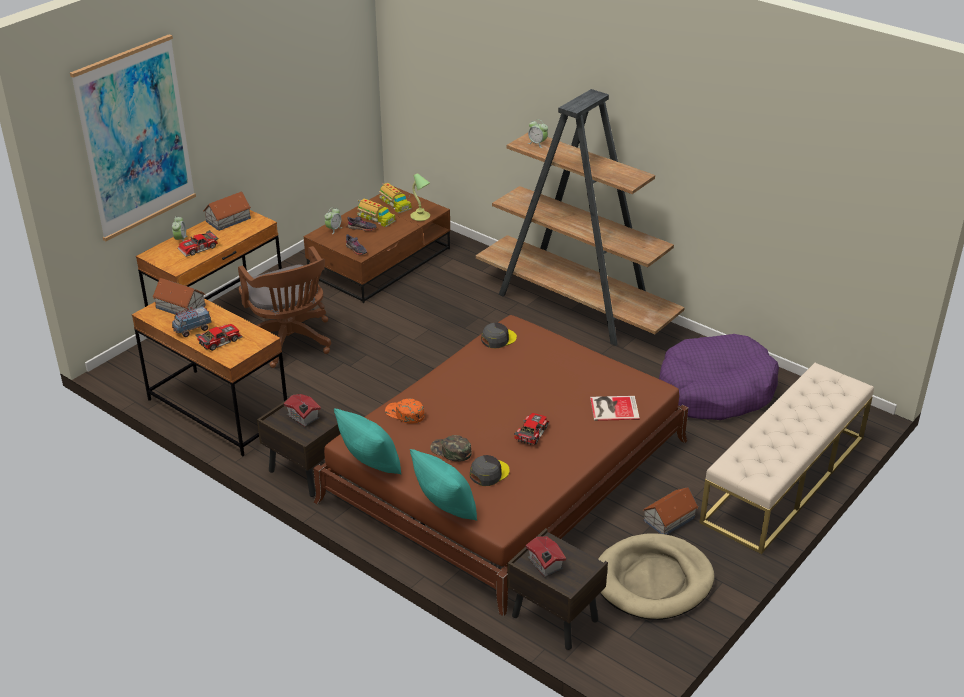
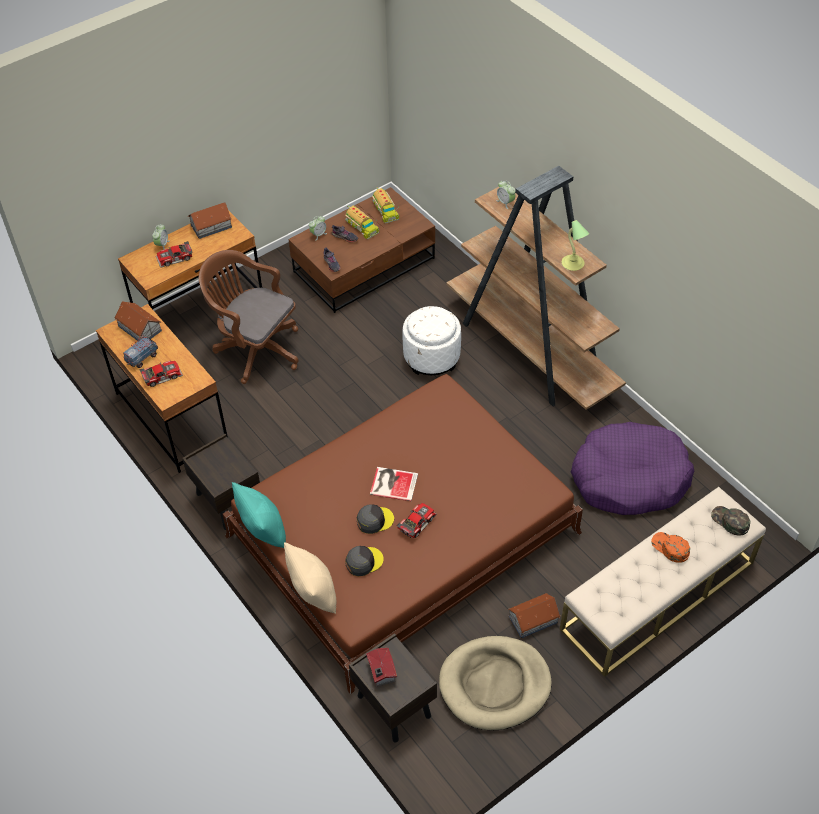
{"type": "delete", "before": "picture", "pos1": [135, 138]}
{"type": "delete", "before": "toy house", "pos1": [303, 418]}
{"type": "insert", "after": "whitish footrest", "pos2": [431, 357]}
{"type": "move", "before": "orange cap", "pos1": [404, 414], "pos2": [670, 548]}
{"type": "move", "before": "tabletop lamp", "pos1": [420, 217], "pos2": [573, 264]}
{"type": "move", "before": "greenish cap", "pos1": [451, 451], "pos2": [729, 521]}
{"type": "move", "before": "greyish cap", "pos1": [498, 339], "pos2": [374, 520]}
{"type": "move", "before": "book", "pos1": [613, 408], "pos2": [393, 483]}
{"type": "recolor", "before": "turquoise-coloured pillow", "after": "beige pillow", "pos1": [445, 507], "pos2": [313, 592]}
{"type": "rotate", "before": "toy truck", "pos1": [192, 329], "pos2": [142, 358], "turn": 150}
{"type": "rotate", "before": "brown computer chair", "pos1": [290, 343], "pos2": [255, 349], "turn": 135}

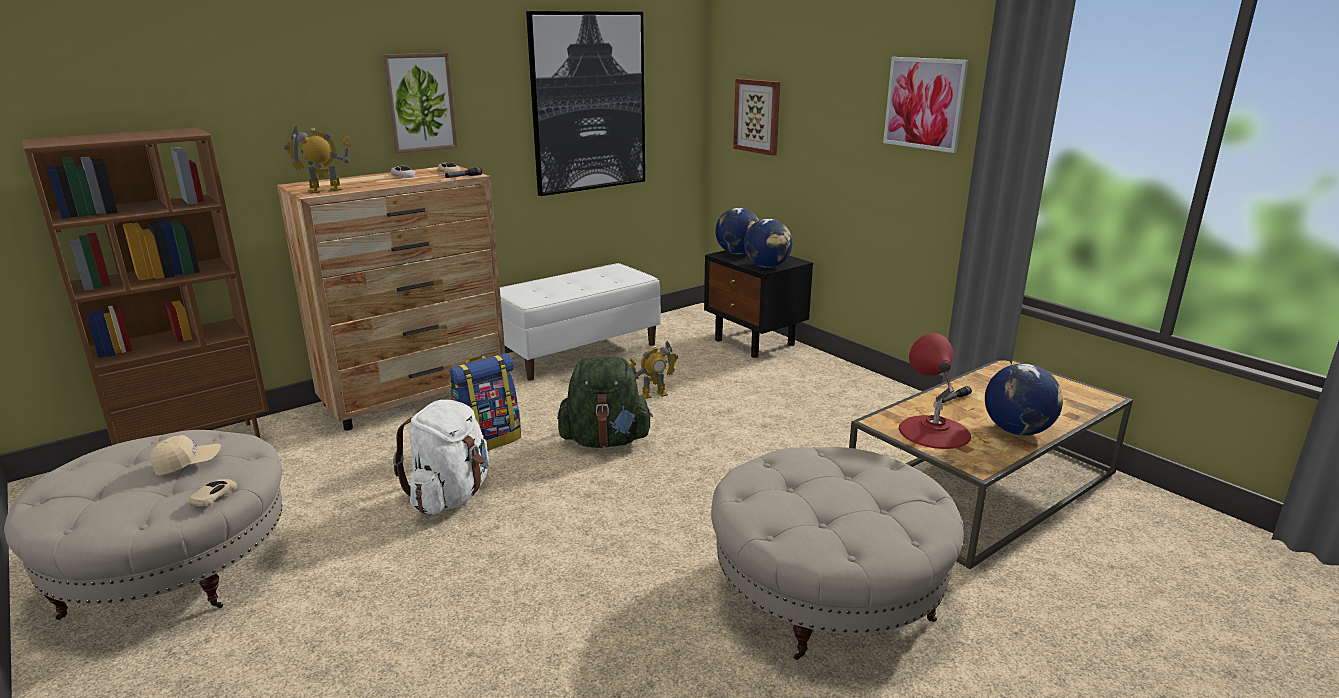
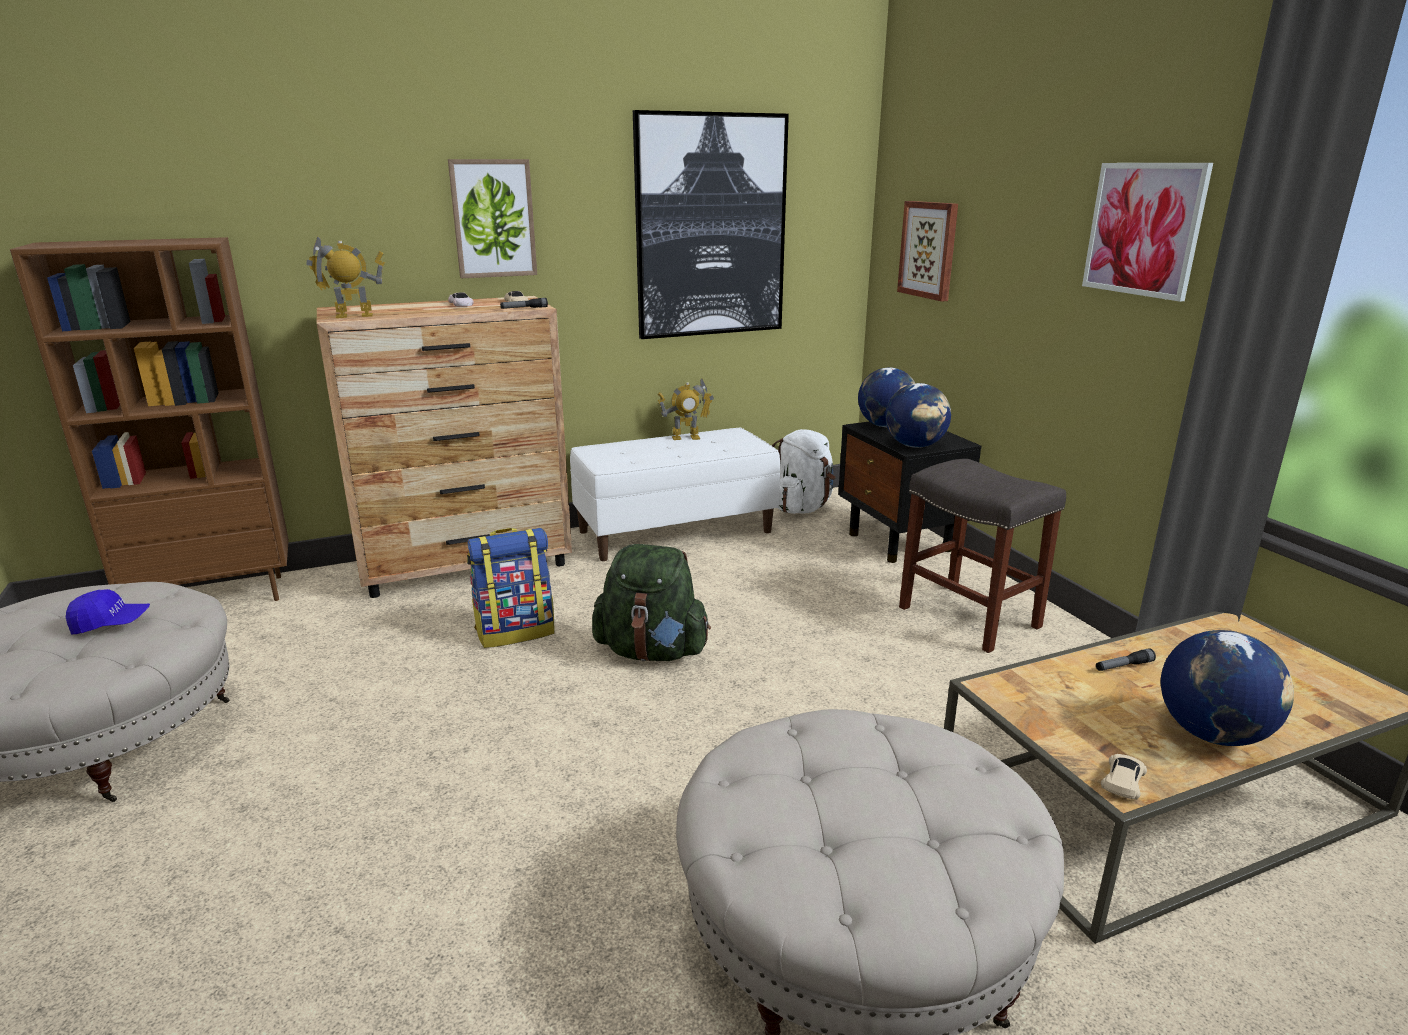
{"type": "delete", "before": "red tabletop lamp", "pos1": [934, 431]}
{"type": "insert", "after": "greyish stool", "pos2": [971, 617]}
{"type": "move", "before": "beige miniature car", "pos1": [215, 496], "pos2": [1123, 780]}
{"type": "move", "before": "whitish backpack", "pos1": [450, 496], "pos2": [801, 508]}
{"type": "move", "before": "toy robot", "pos1": [654, 395], "pos2": [686, 438]}
{"type": "recolor", "before": "beige cap", "after": "bluish cap", "pos1": [188, 464], "pos2": [111, 624]}

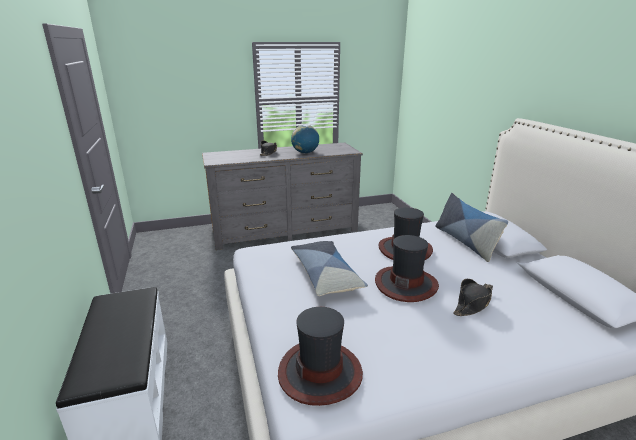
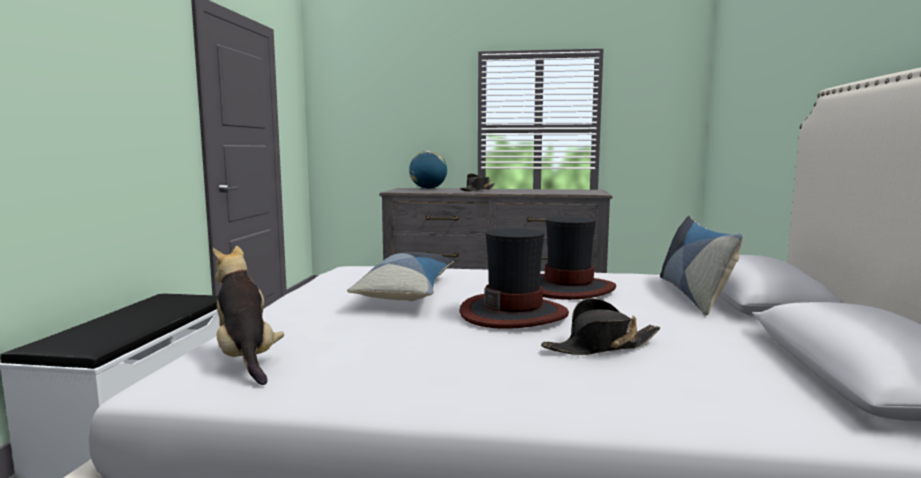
{"type": "move", "before": "desk globe", "pos1": [305, 153], "pos2": [428, 188]}
{"type": "replace", "before": "clothing hat", "after": "cuddly toy", "pos1": [320, 372], "pos2": [246, 358]}

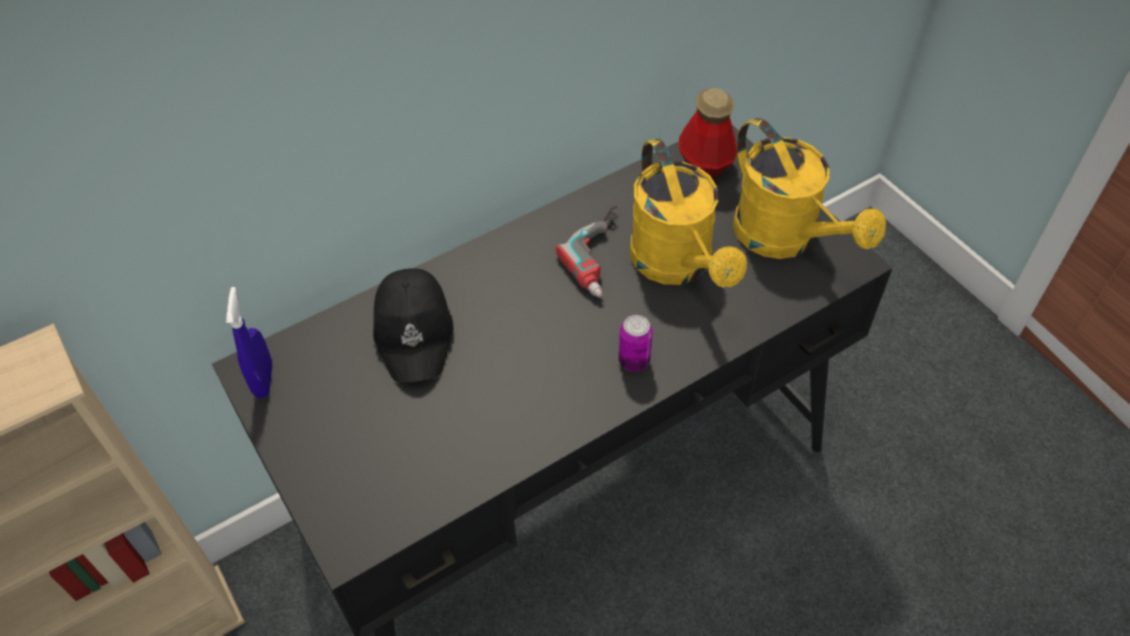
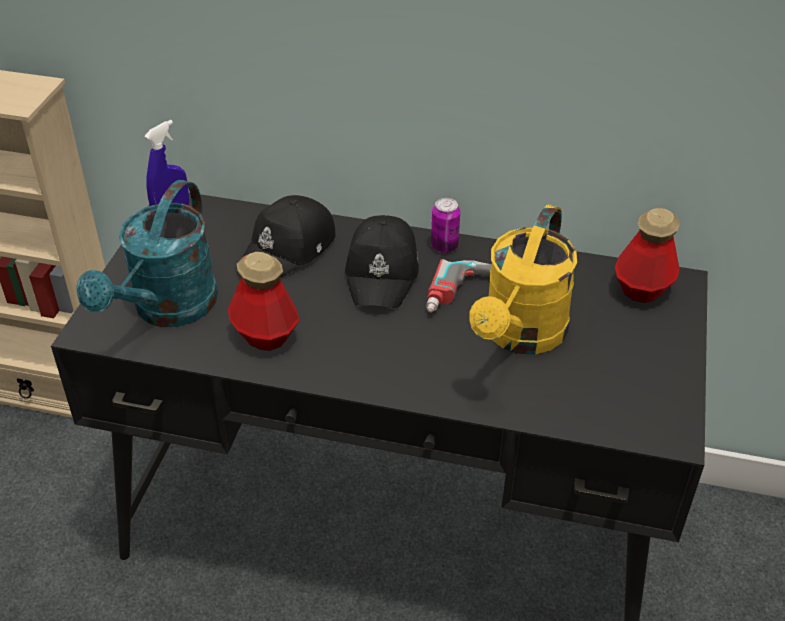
{"type": "delete", "before": "yellow-coloured sprinkling can", "pos1": [786, 239]}
{"type": "insert", "after": "turquoise-coloured sprinkling can", "pos2": [167, 310]}
{"type": "insert", "after": "beverage bottle", "pos2": [265, 335]}
{"type": "insert", "after": "black cap", "pos2": [383, 272]}
{"type": "move", "before": "can", "pos1": [634, 361], "pos2": [444, 246]}

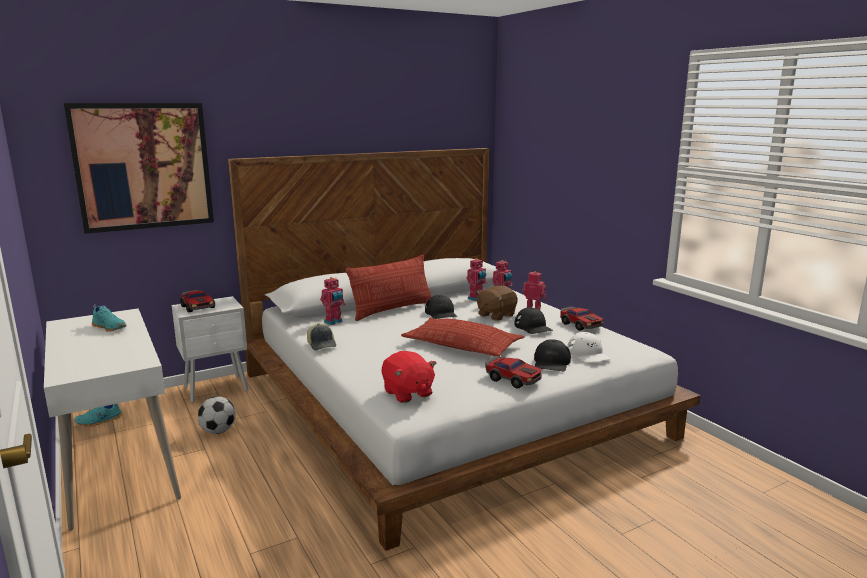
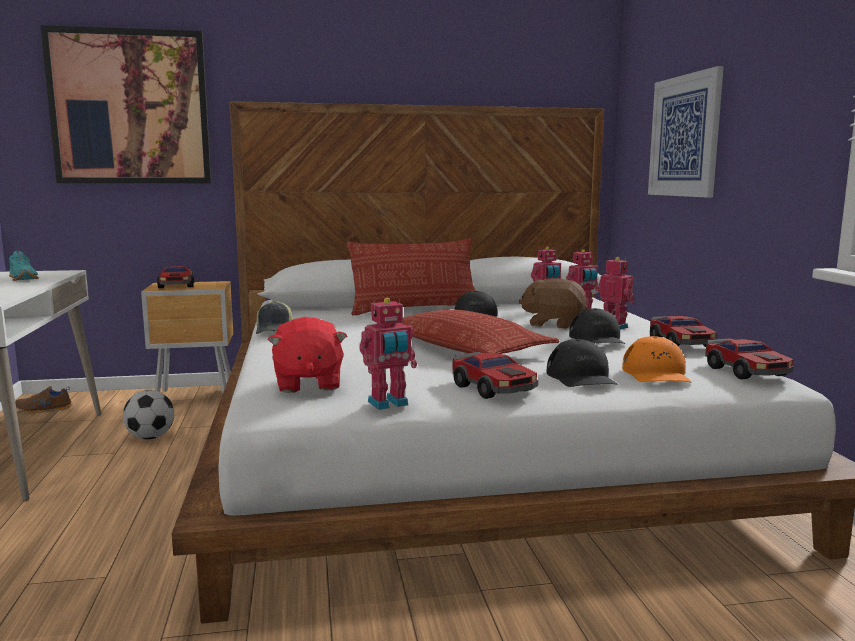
{"type": "insert", "after": "picture", "pos2": [684, 136]}
{"type": "insert", "after": "miniature car", "pos2": [746, 371]}
{"type": "move", "before": "toy robot", "pos1": [334, 322], "pos2": [389, 404]}
{"type": "recolor", "before": "turquoise-coloured item of footwear", "after": "brown item of footwear", "pos1": [99, 421], "pos2": [44, 410]}
{"type": "recolor", "before": "whitish night table", "after": "brown night table", "pos1": [217, 389], "pos2": [197, 396]}
{"type": "recolor", "before": "whitish cap", "after": "orange cap", "pos1": [588, 354], "pos2": [656, 374]}
{"type": "rotate", "before": "brown cuddly toy", "pos1": [495, 315], "pos2": [553, 324], "turn": 45}
{"type": "rotate", "before": "black cap", "pos1": [551, 362], "pos2": [581, 377], "turn": -45}

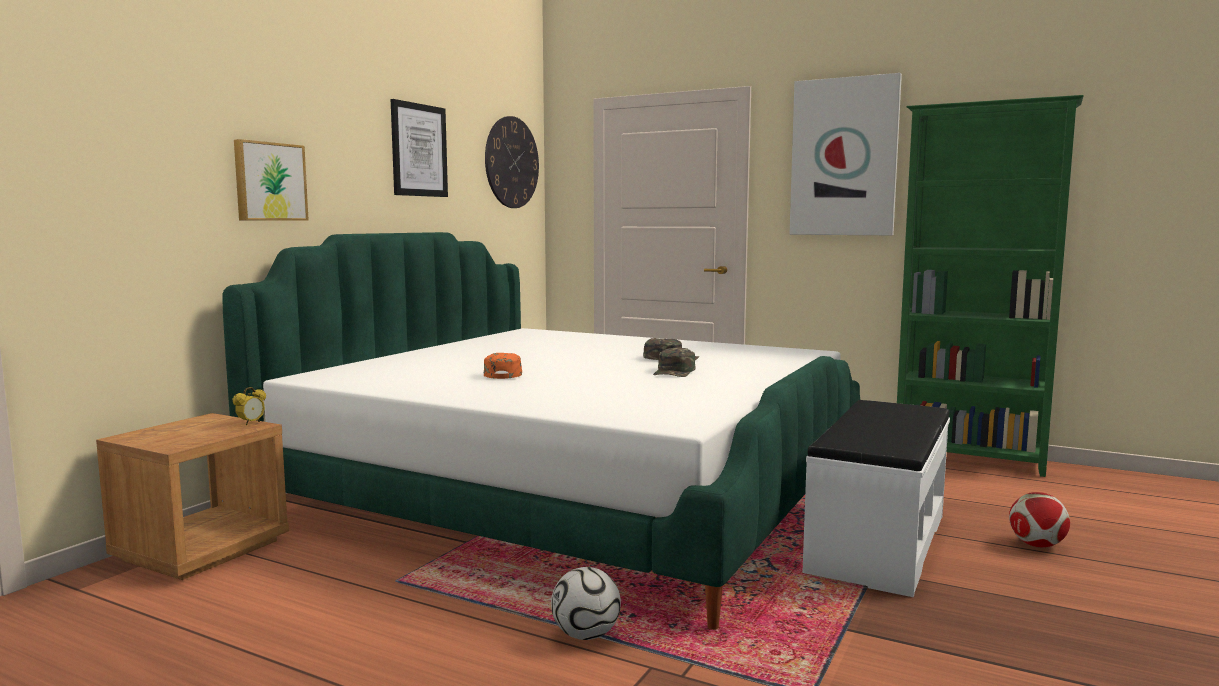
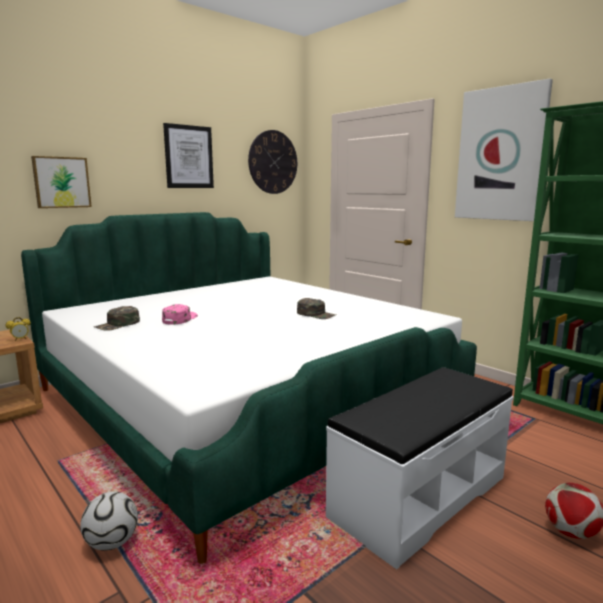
{"type": "move", "before": "greenish cap", "pos1": [675, 372], "pos2": [117, 324]}
{"type": "recolor", "before": "orange cap", "after": "pinkish cap", "pos1": [502, 374], "pos2": [179, 319]}

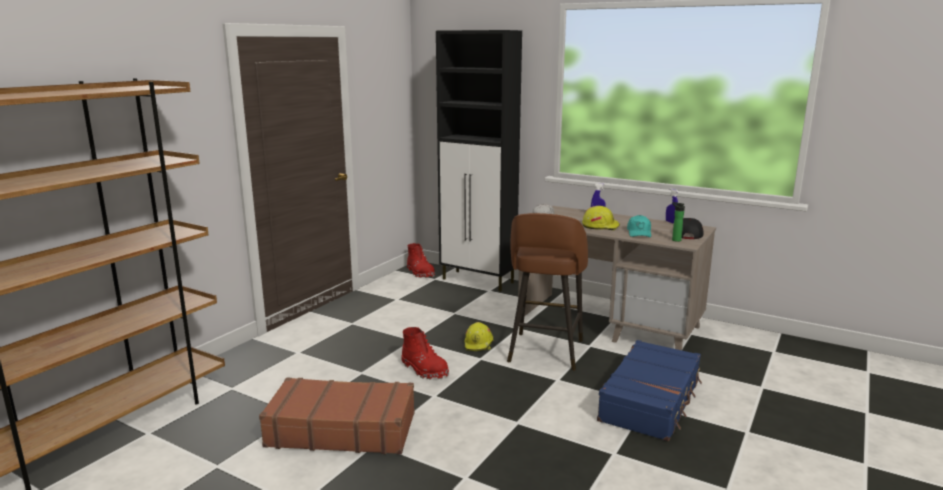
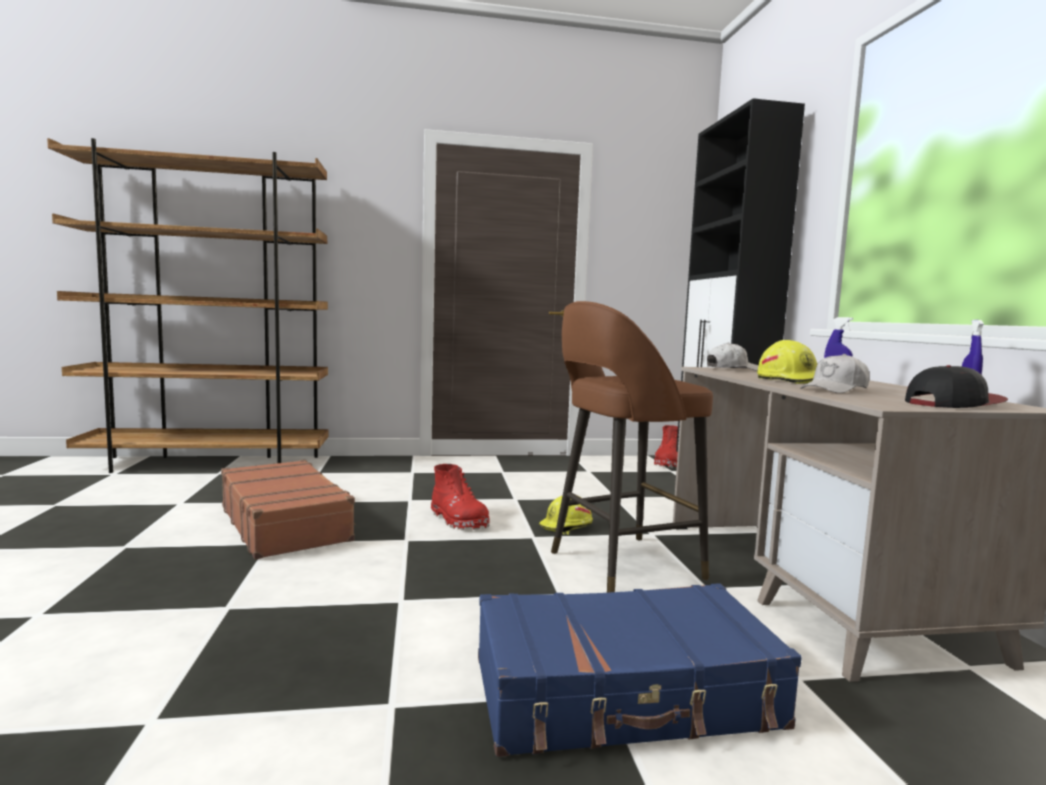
{"type": "delete", "before": "beverage bottle", "pos1": [675, 240]}
{"type": "recolor", "before": "turquoise-coloured cap", "after": "whitish cap", "pos1": [639, 233], "pos2": [835, 390]}
{"type": "rotate", "before": "red boot", "pos1": [424, 369], "pos2": [458, 520], "turn": -45}

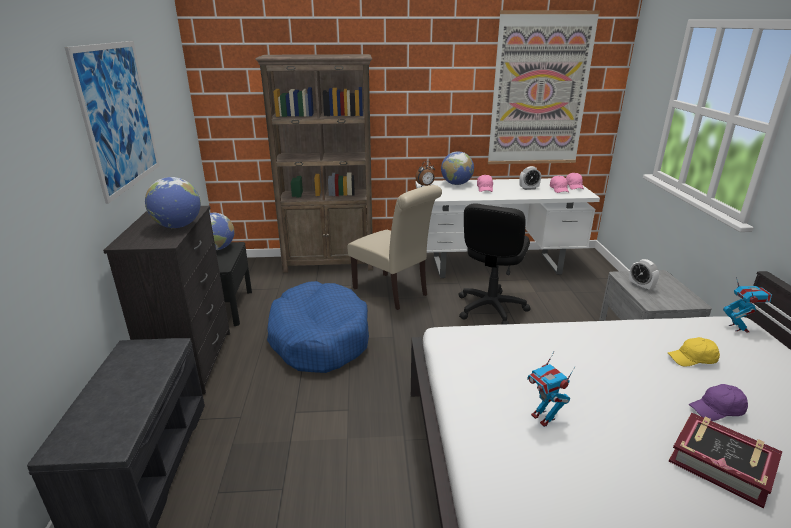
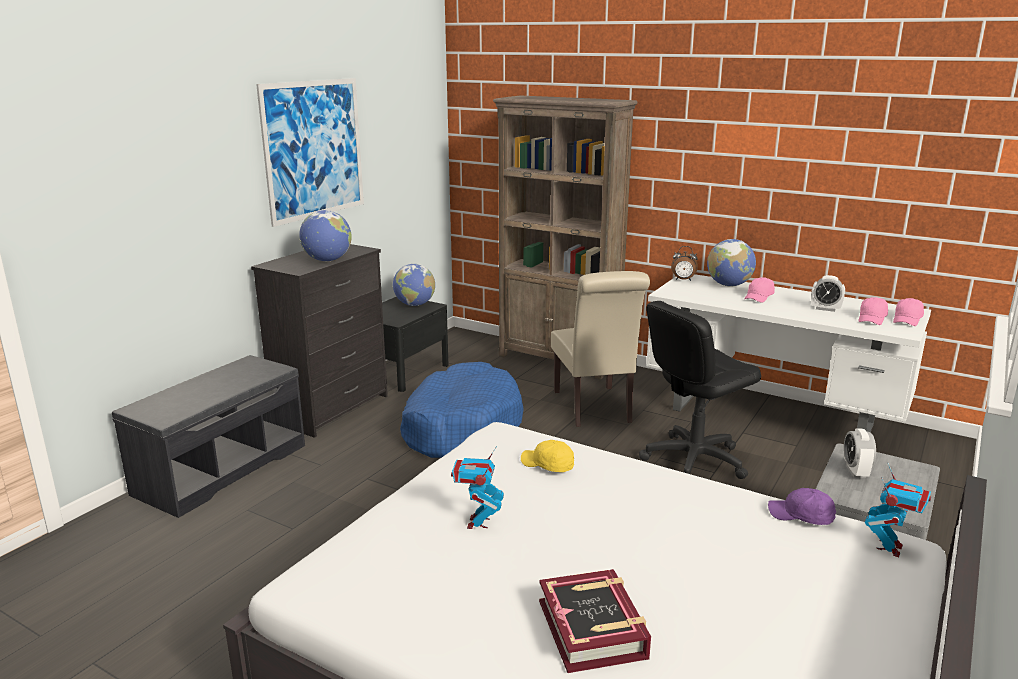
{"type": "delete", "before": "picture", "pos1": [539, 91]}
{"type": "move", "before": "yellow-coloured cap", "pos1": [693, 359], "pos2": [548, 465]}
{"type": "move", "before": "purplish cap", "pos1": [717, 410], "pos2": [801, 517]}

